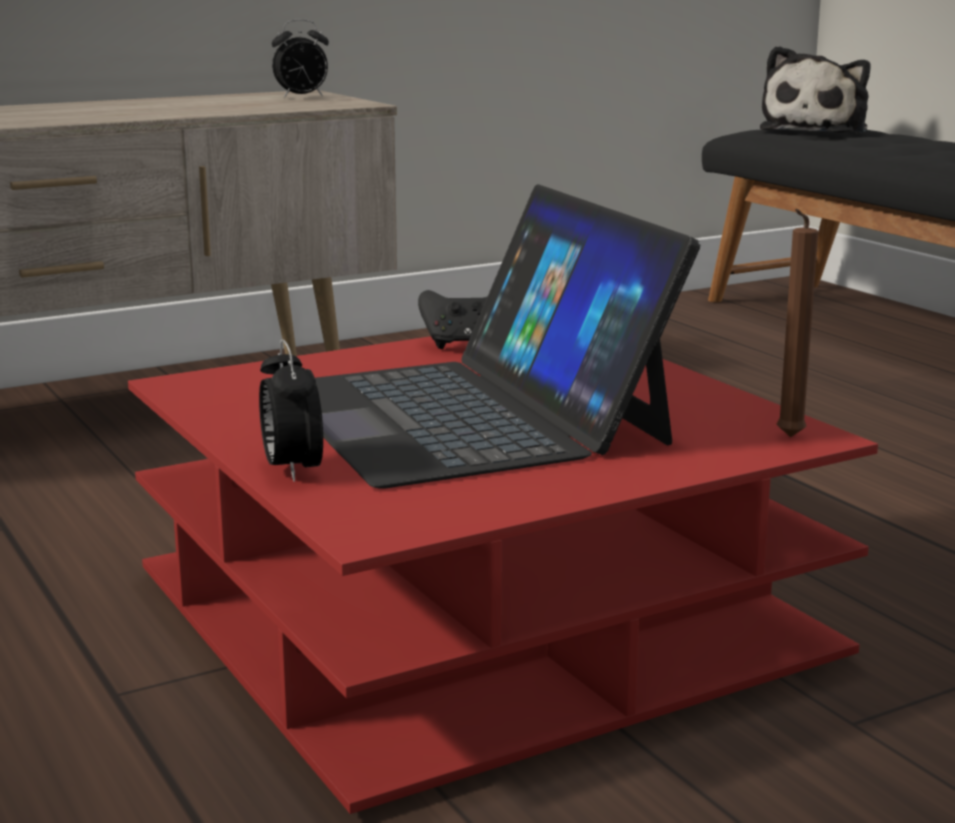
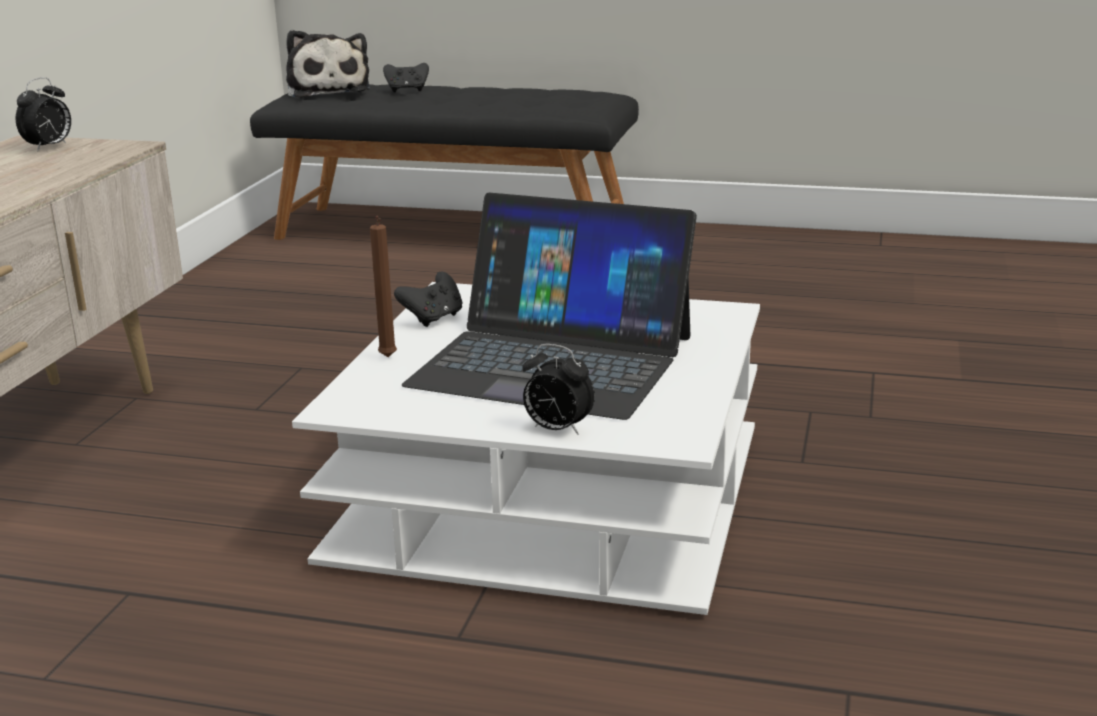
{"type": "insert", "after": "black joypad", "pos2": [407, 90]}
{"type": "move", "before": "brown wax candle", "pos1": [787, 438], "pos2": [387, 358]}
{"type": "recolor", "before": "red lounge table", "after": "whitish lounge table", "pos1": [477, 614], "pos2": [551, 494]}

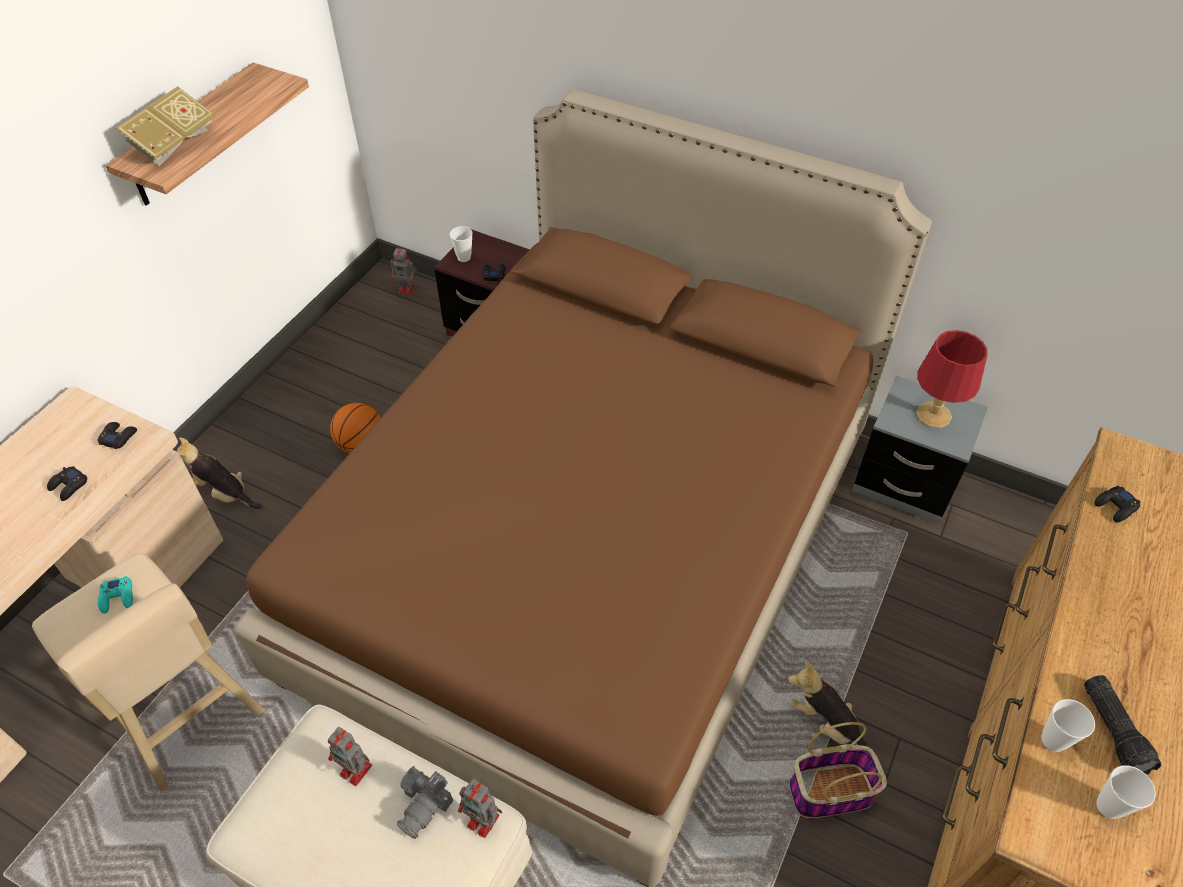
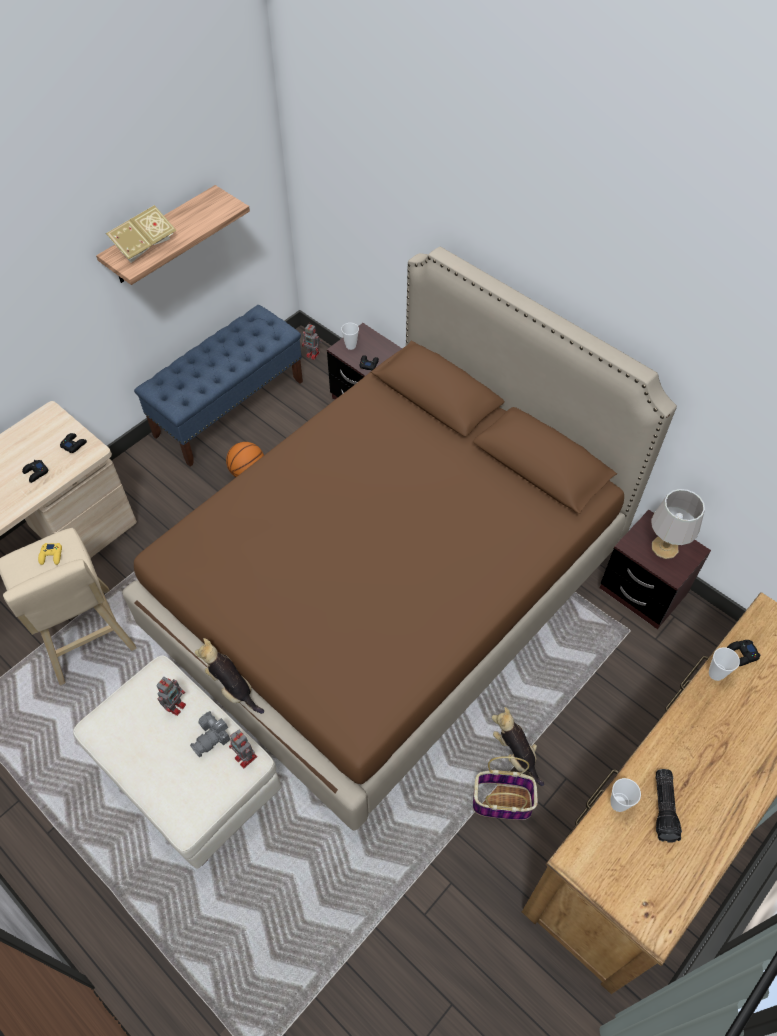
{"type": "insert", "after": "bluish long seat", "pos2": [230, 408]}
{"type": "move", "before": "cuddly toy", "pos1": [224, 493], "pos2": [233, 687]}
{"type": "move", "before": "drinking cup", "pos1": [1109, 806], "pos2": [716, 674]}
{"type": "recolor", "before": "turquoise-coloured joypad", "after": "yellow-coloured joypad", "pos1": [118, 597], "pos2": [51, 556]}
{"type": "recolor", "before": "greyish night table", "after": "brown night table", "pos1": [904, 483], "pos2": [642, 591]}
{"type": "recolor", "before": "red tabletop lamp", "after": "greyish tabletop lamp", "pos1": [934, 416], "pos2": [664, 548]}
{"type": "rotate", "before": "toy robot", "pos1": [357, 771], "pos2": [175, 705], "turn": -105}

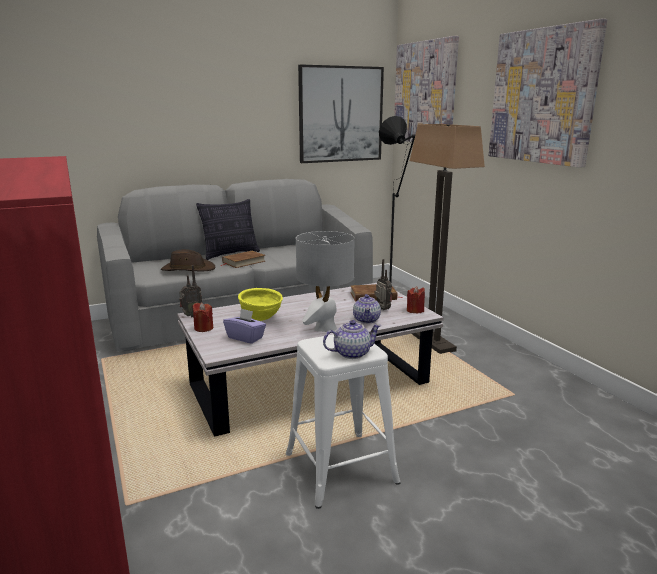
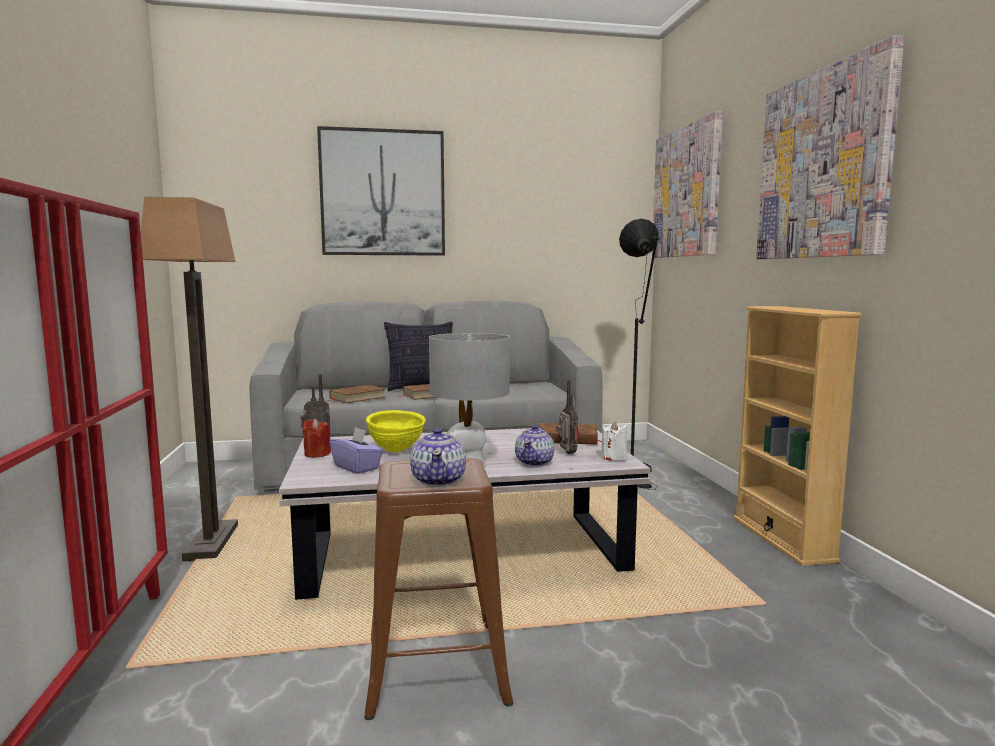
{"type": "insert", "after": "beige shelving unit", "pos2": [782, 539]}
{"type": "move", "before": "picture", "pos1": [340, 114], "pos2": [383, 193]}
{"type": "move", "before": "floor lamp", "pos1": [433, 342], "pos2": [212, 542]}
{"type": "replace", "before": "brown clothing hat", "after": "brown book", "pos1": [188, 269], "pos2": [357, 398]}
{"type": "recolor", "before": "whitish stool", "after": "brown stool", "pos1": [340, 468], "pos2": [436, 667]}
{"type": "recolor", "before": "red wax candle", "after": "whitish wax candle", "pos1": [415, 310], "pos2": [613, 457]}
{"type": "rotate", "before": "teapot", "pos1": [351, 353], "pos2": [439, 480], "turn": 90}

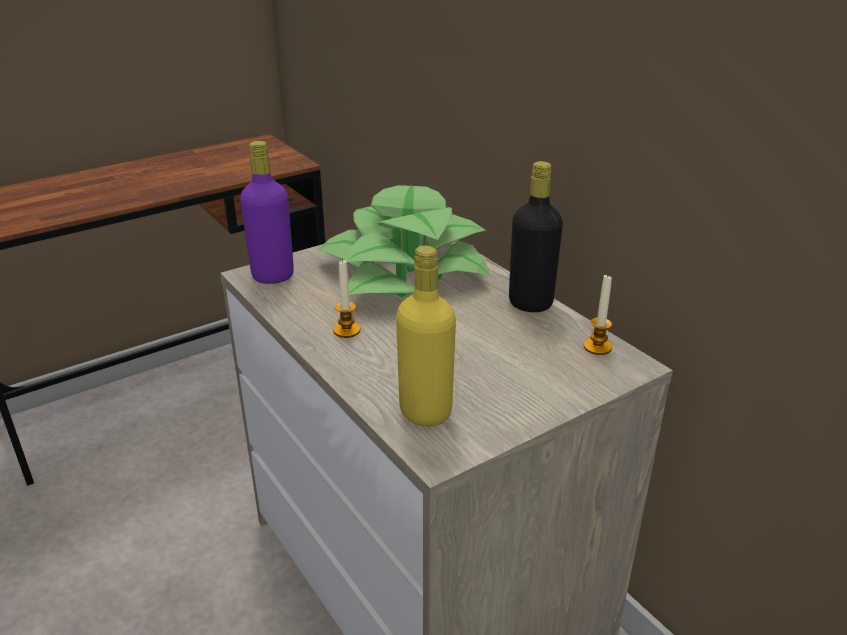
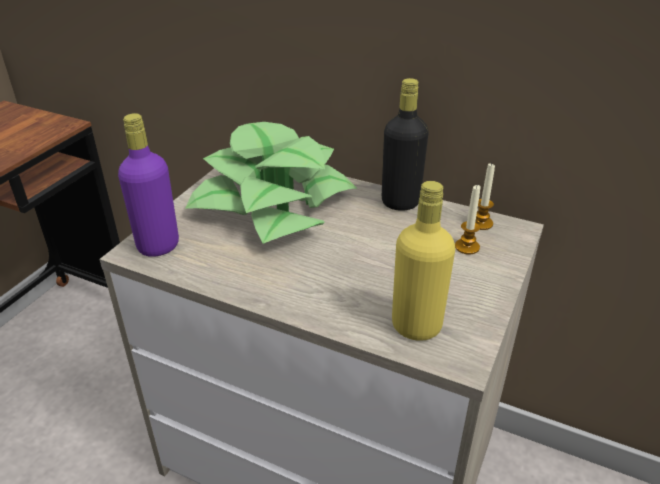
{"type": "move", "before": "wax candle", "pos1": [346, 330], "pos2": [467, 247]}

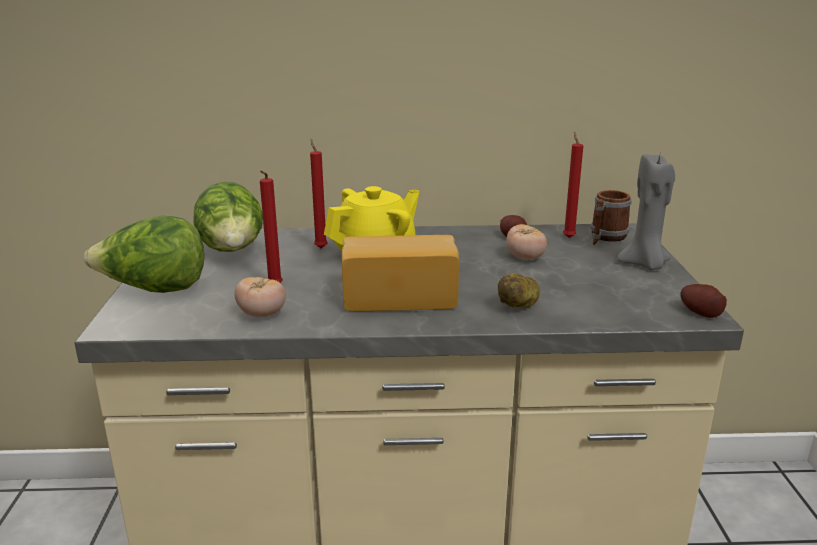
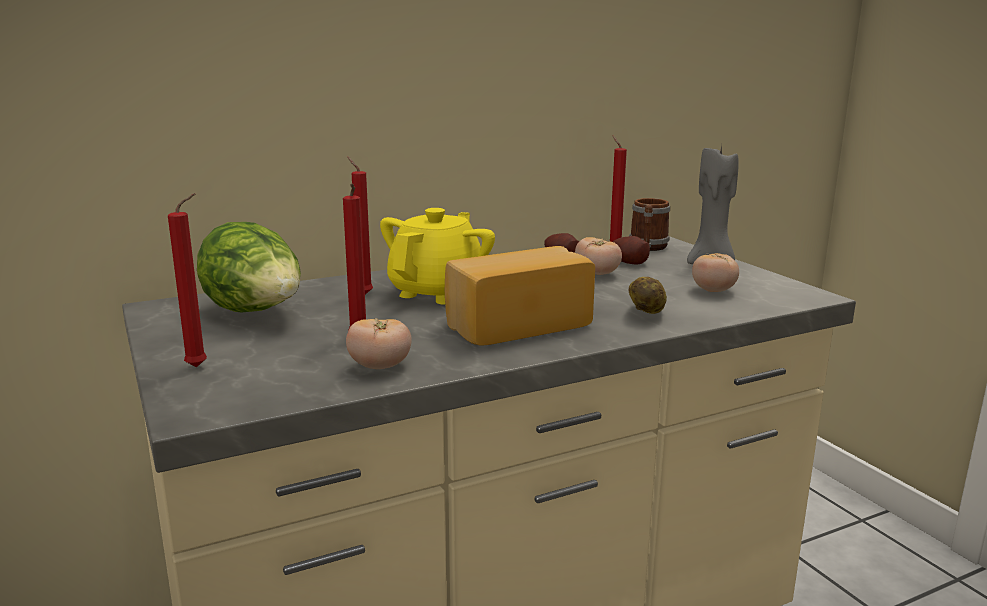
{"type": "insert", "after": "whole tomato", "pos2": [713, 291]}
{"type": "move", "before": "whole potato", "pos1": [700, 312], "pos2": [628, 262]}
{"type": "replace", "before": "head of lettuce", "after": "red wax candle", "pos1": [155, 290], "pos2": [200, 366]}

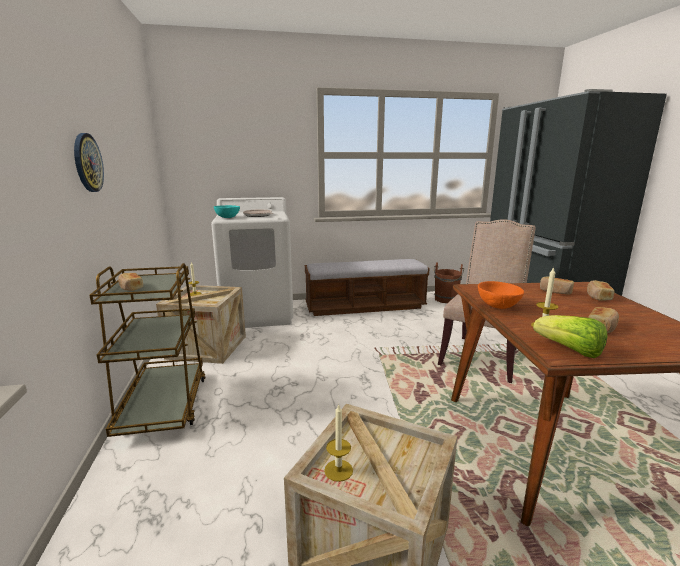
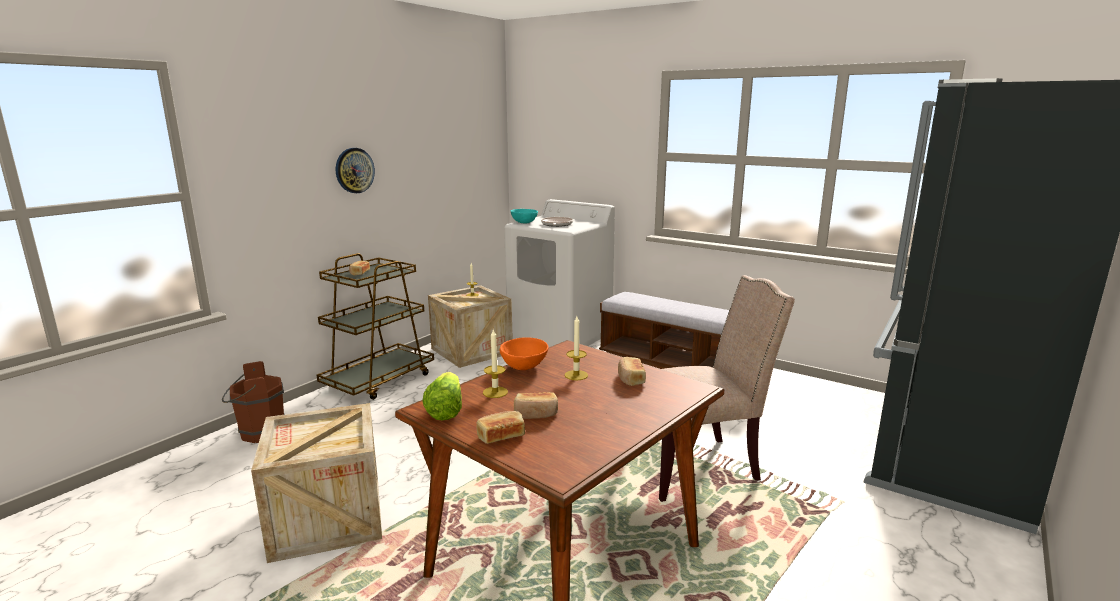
{"type": "move", "before": "wax candle", "pos1": [338, 470], "pos2": [576, 375]}
{"type": "move", "before": "brown bucket", "pos1": [446, 300], "pos2": [259, 433]}
{"type": "move", "before": "baked bread", "pos1": [598, 297], "pos2": [500, 436]}

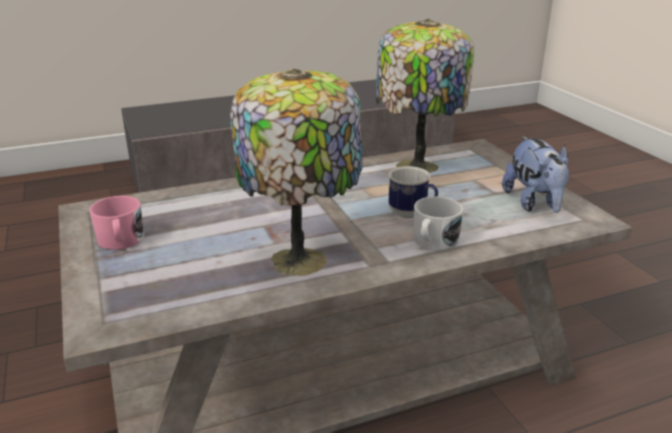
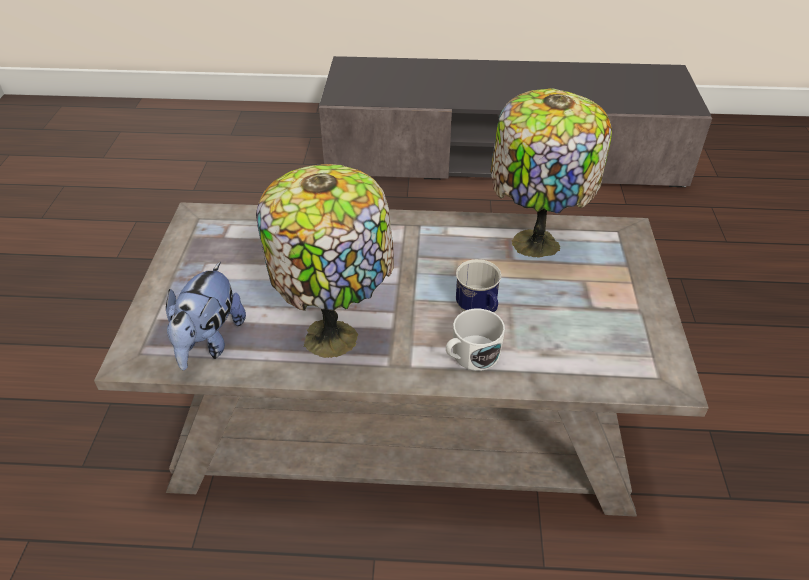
{"type": "delete", "before": "pinkish coffee mug", "pos1": [121, 241]}
{"type": "move", "before": "cuddly toy", "pos1": [534, 203], "pos2": [209, 342]}

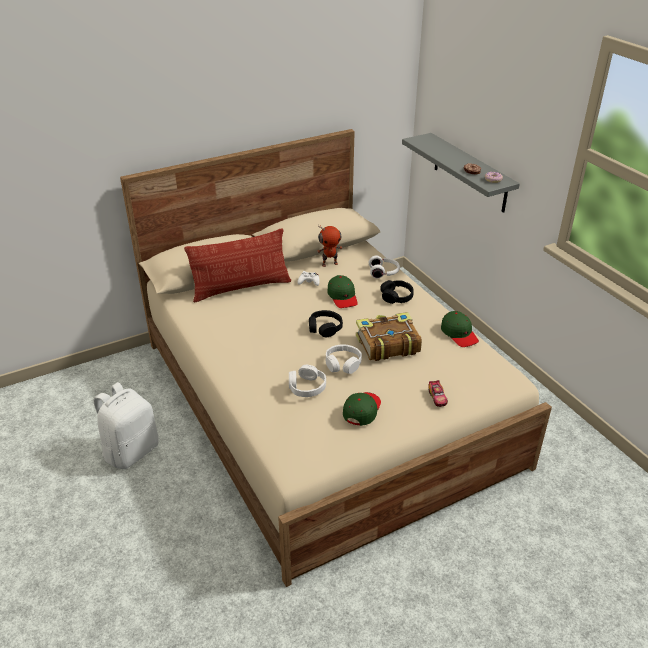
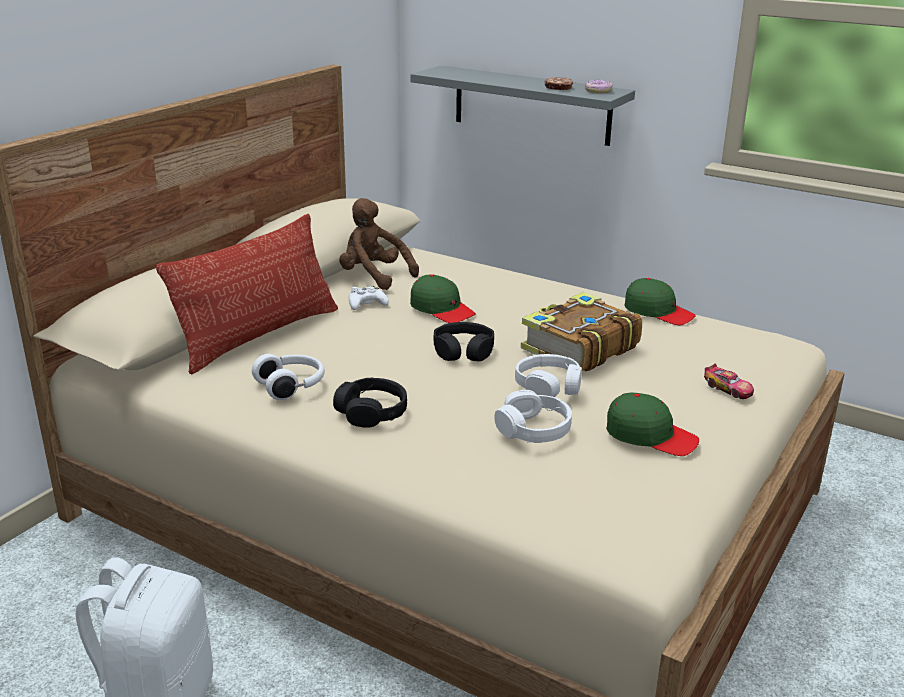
{"type": "move", "before": "whitish pair of headphones", "pos1": [384, 272], "pos2": [292, 386]}
{"type": "move", "before": "black pair of headphones", "pos1": [396, 296], "pos2": [371, 412]}
{"type": "replace", "before": "toy robot", "after": "brown cuddly toy", "pos1": [329, 263], "pos2": [374, 277]}
{"type": "rotate", "before": "greenish cap", "pos1": [362, 410], "pos2": [650, 436], "turn": 120}

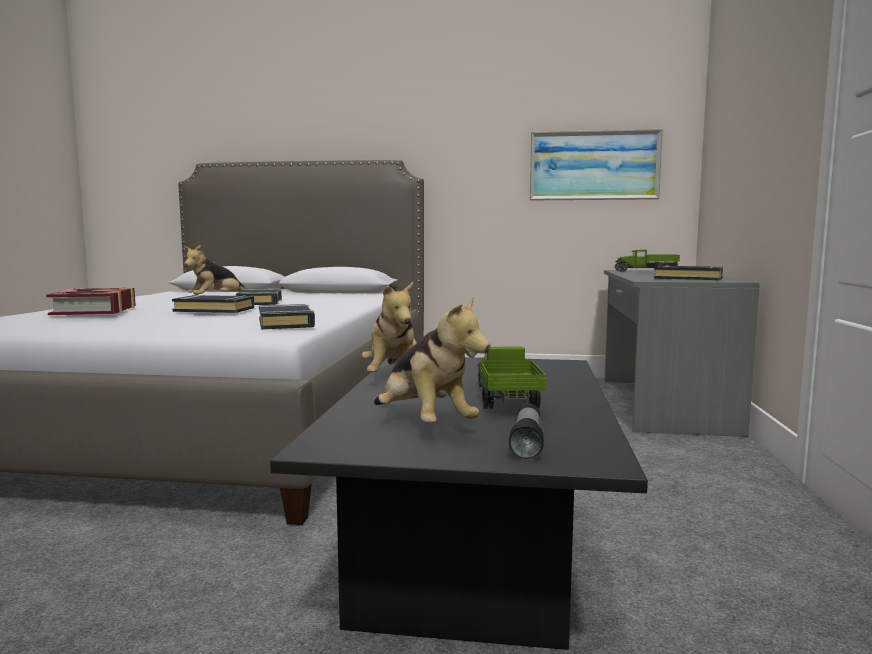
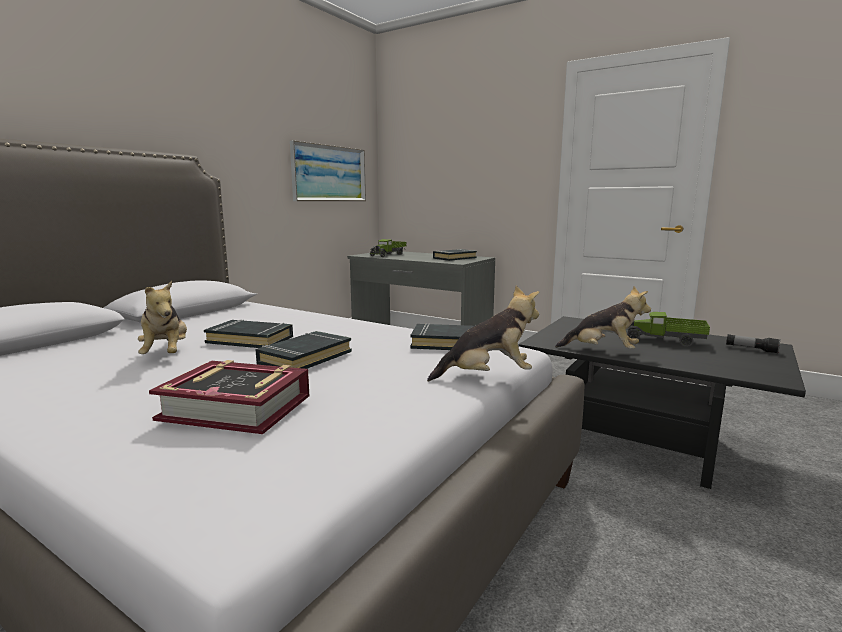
{"type": "move", "before": "cuddly toy", "pos1": [423, 423], "pos2": [487, 377]}

